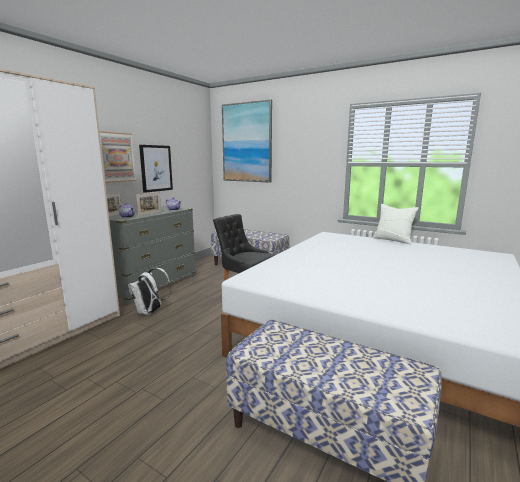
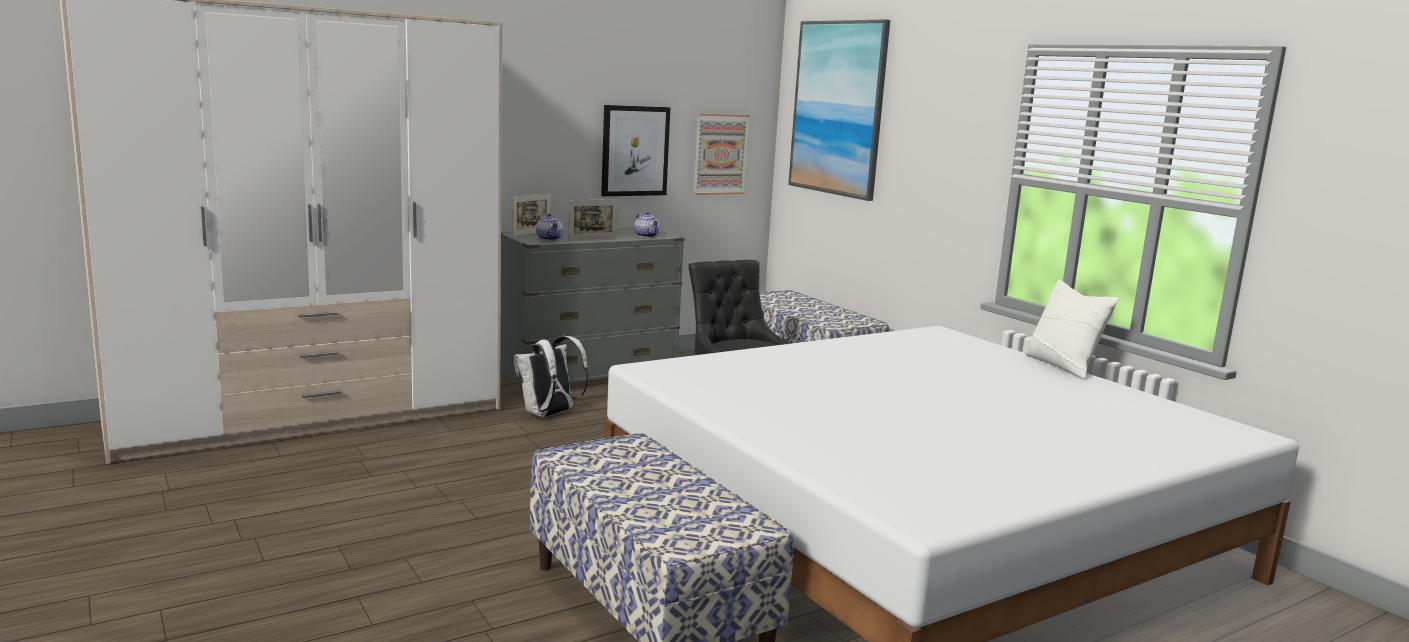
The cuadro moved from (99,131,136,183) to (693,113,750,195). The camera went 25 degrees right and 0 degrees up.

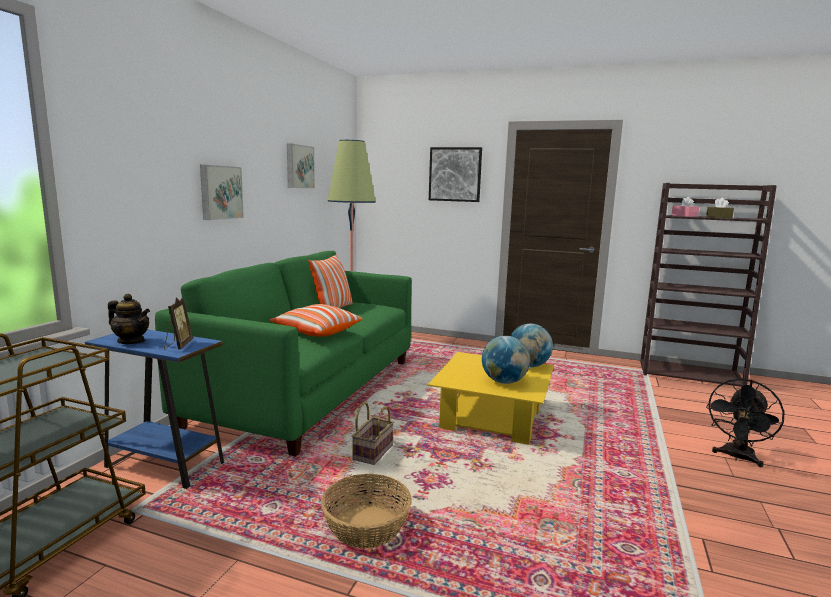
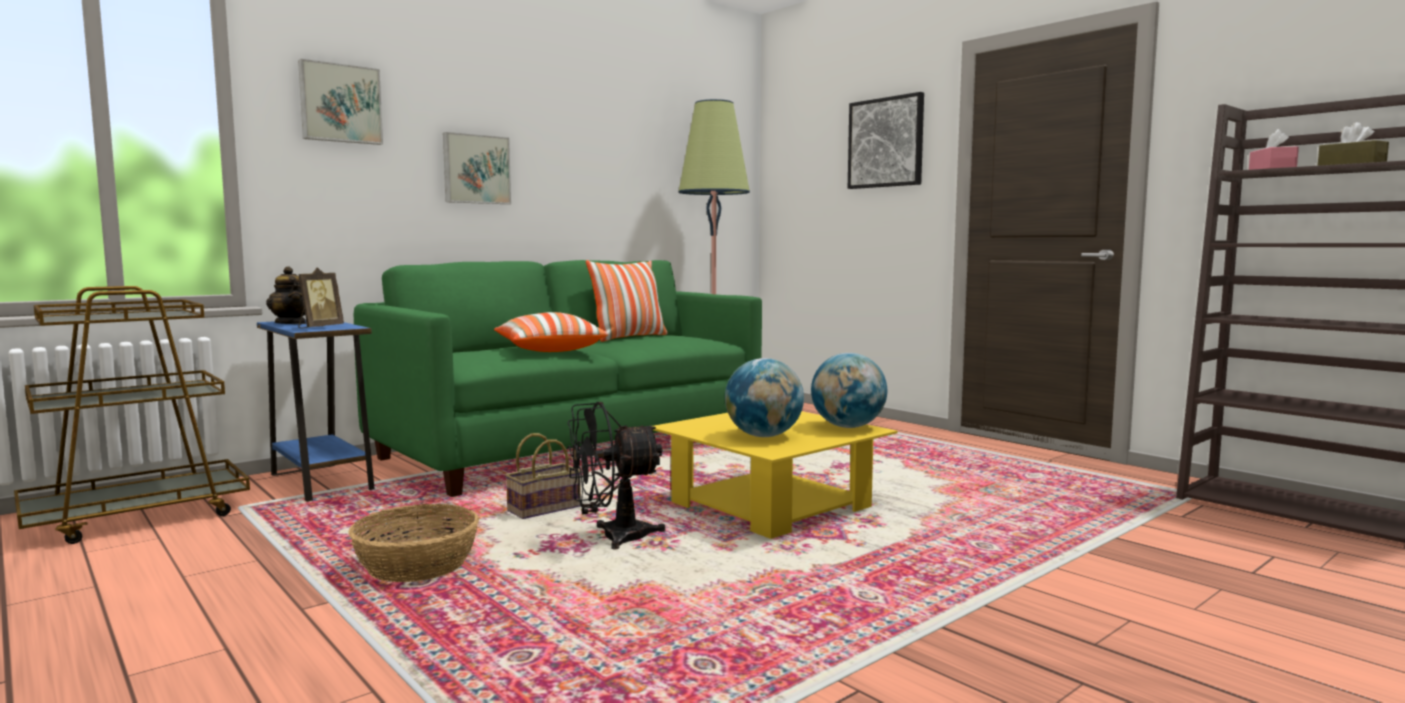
The cuadro moved from (287,144,315,188) to (298,59,383,145). The ventilador (negro) moved from (706,379,785,467) to (567,402,665,549). The camera went 30 degrees right and 5 degrees down.

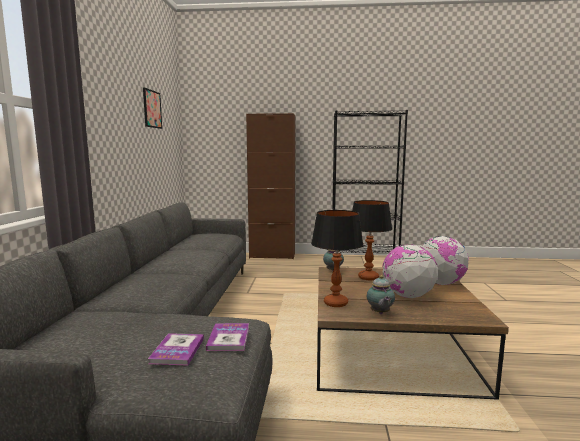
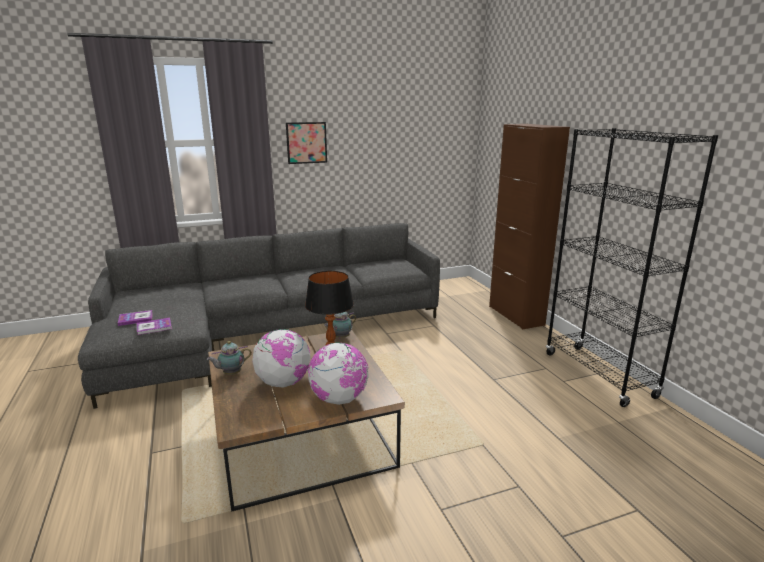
The lámpara de mesa at (311,210,363,307) disappeared. The cuadro moved from (143,87,162,129) to (286,122,327,164). The camera went 65 degrees right and 10 degrees up.

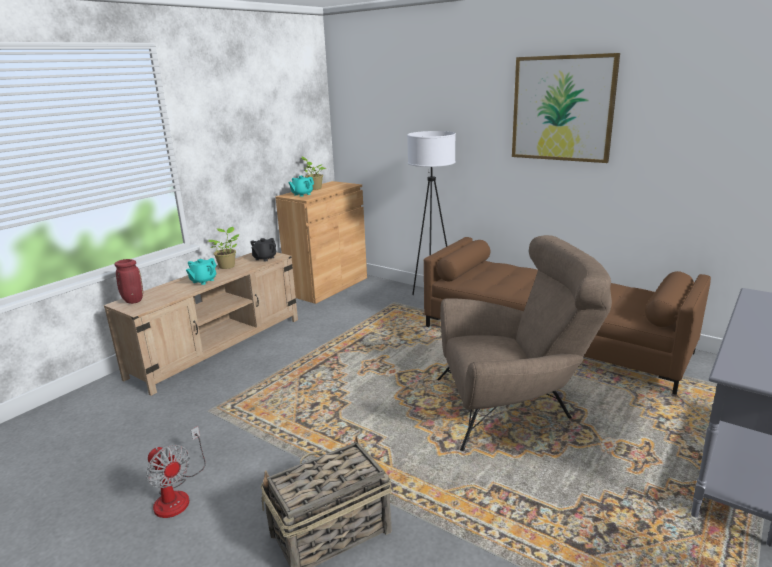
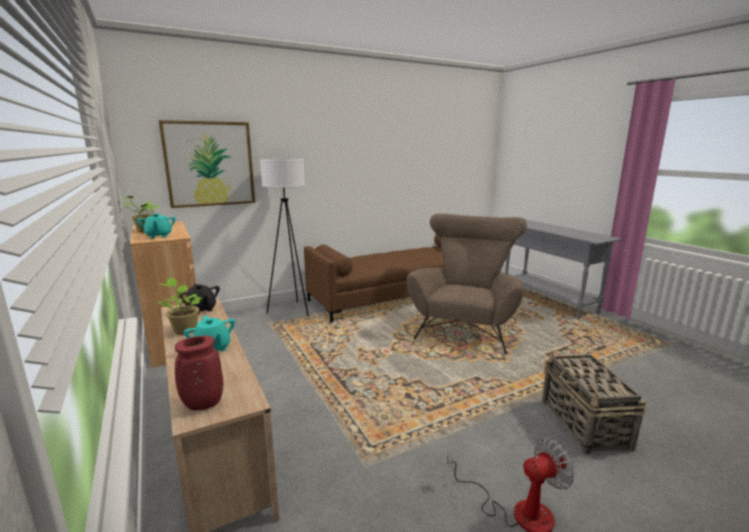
The cuadro moved from (512,53,620,163) to (158,120,255,208). The camera went 65 degrees left and 5 degrees down.

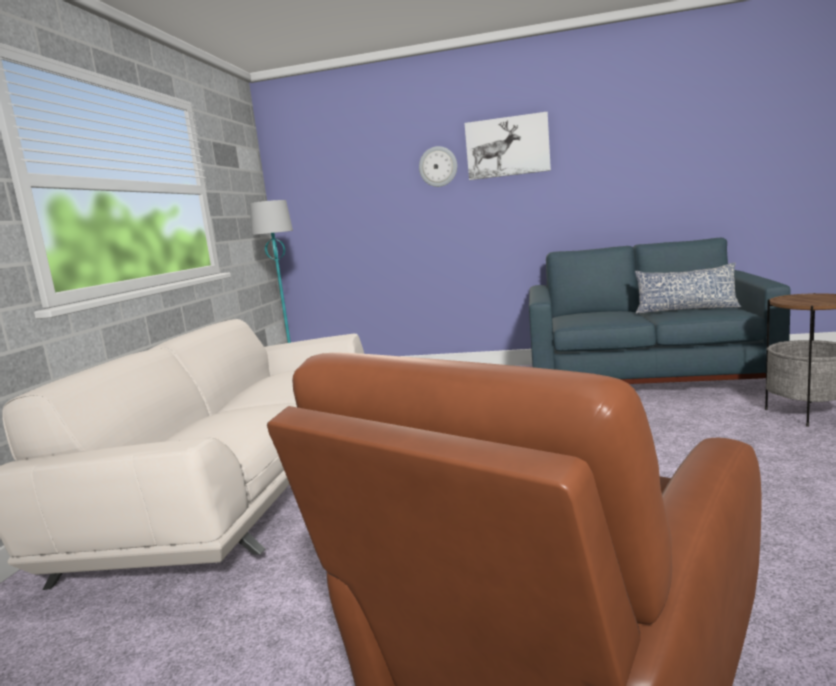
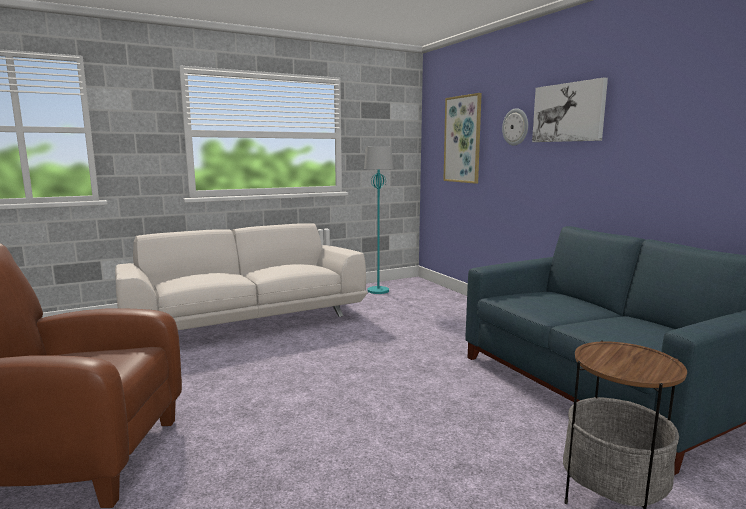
The cojín at (635,262,741,314) disappeared. The cuadro at (443,93,482,184) appeared. The camera went 50 degrees right and 0 degrees up.

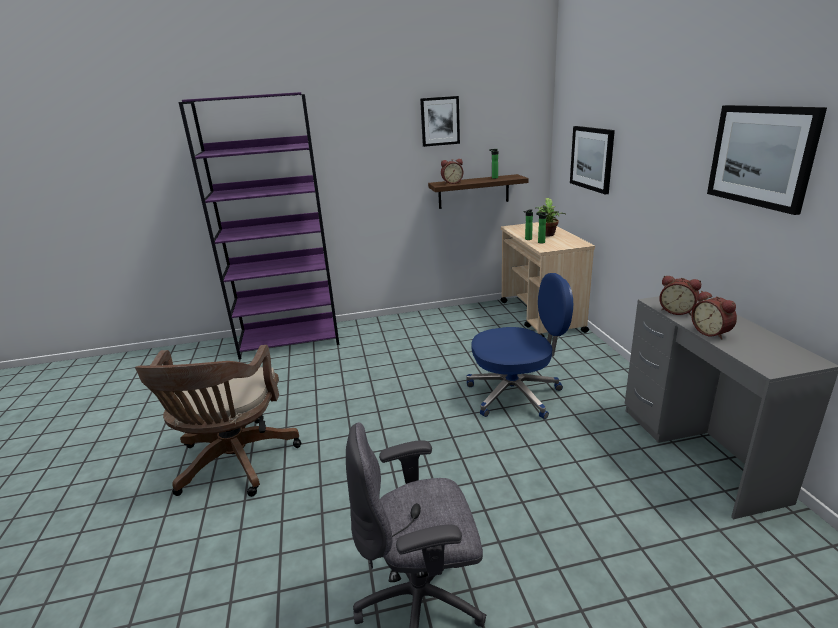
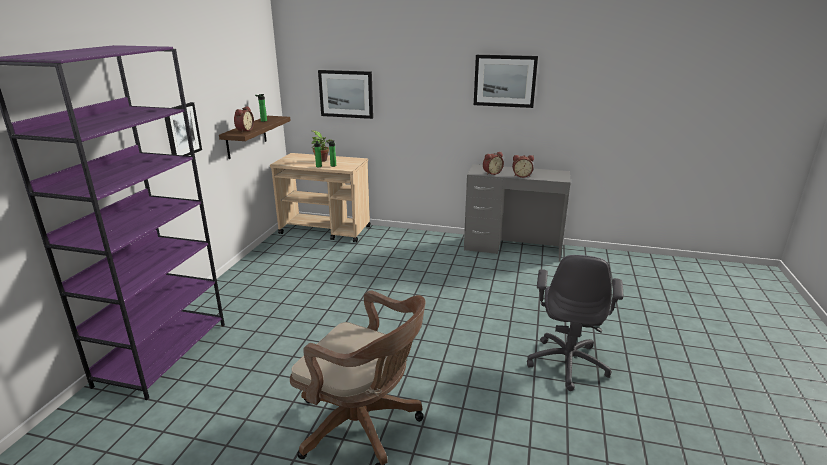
The silla de oficina (azul) at (466,273,573,419) disappeared. The cuadro moved from (420,96,460,147) to (165,102,202,156). The camera went 65 degrees left and 0 degrees up.

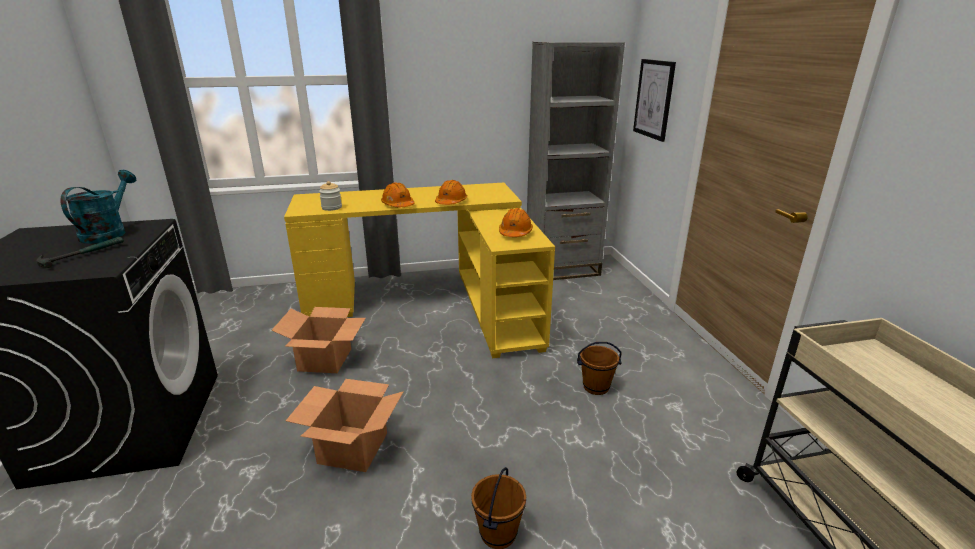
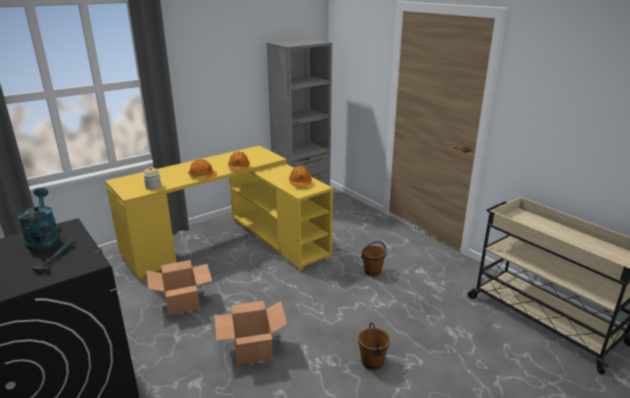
The cuadro at (633,59,676,142) disappeared. The camera went 25 degrees left and 0 degrees up.

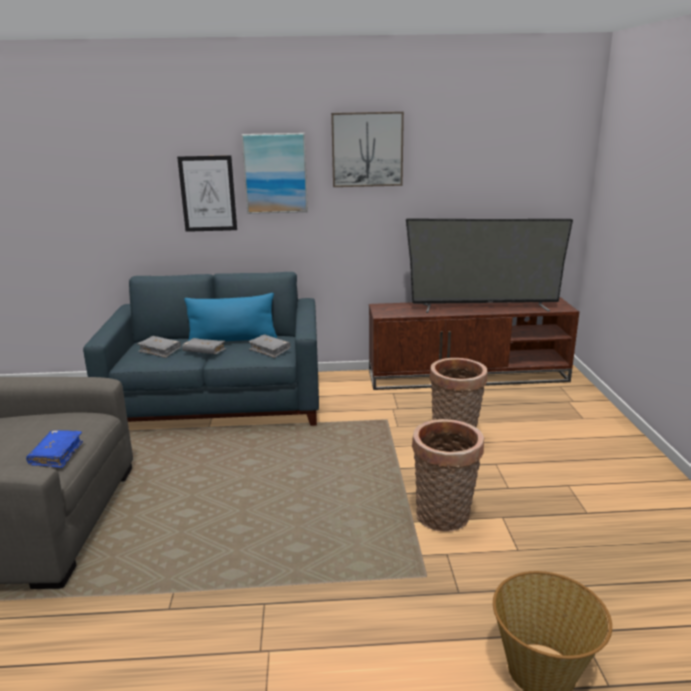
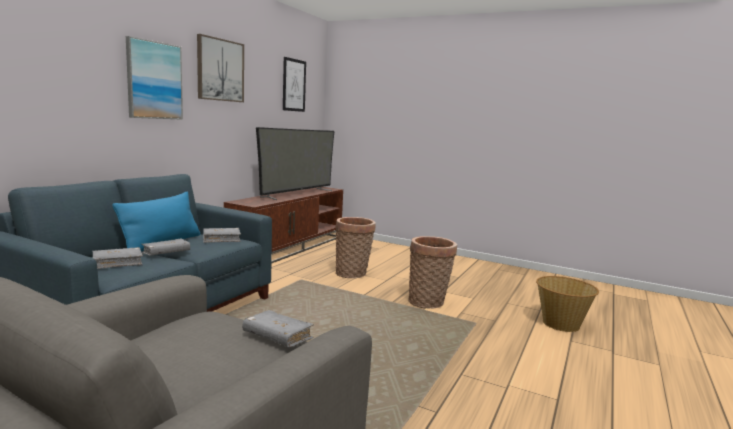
The cuadro moved from (177,155,237,232) to (283,57,306,112). The libro (azul) at (26,430,83,468) became the libro (gris) at (242,310,314,347). The camera went 60 degrees left and 10 degrees down.

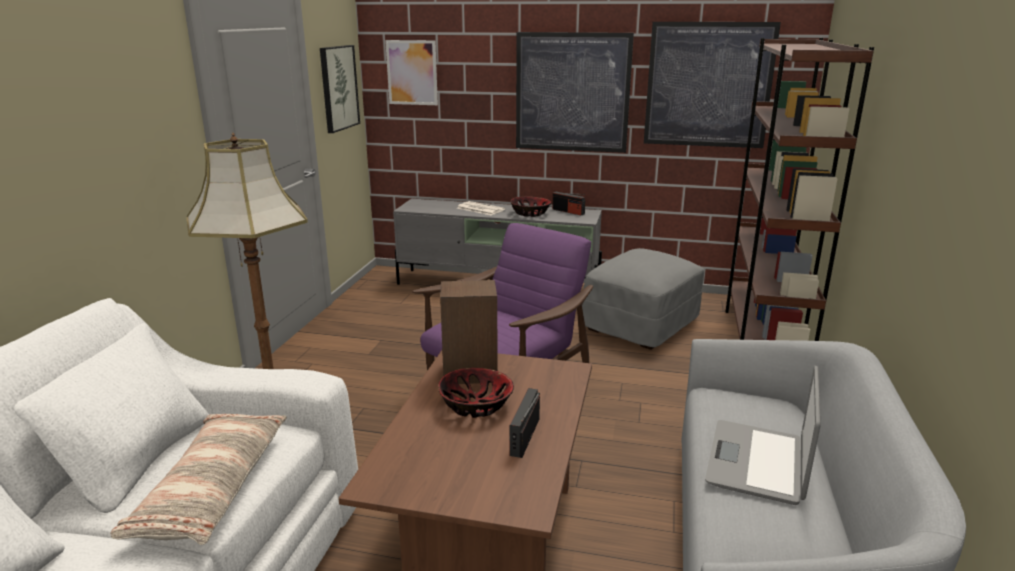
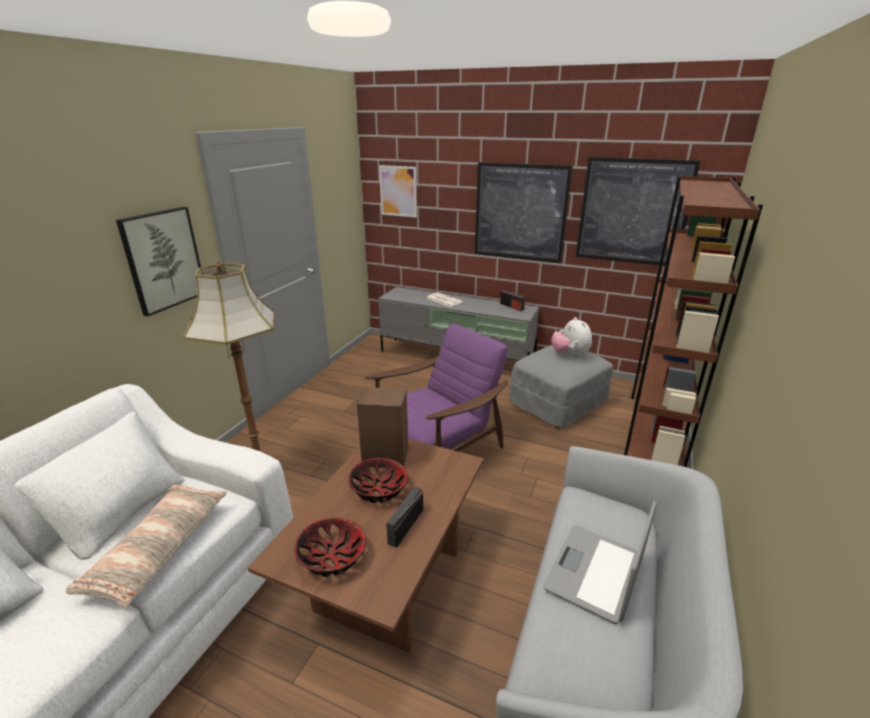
The peluche at (551,317,592,357) appeared. The cuadro moved from (320,45,360,133) to (116,207,201,316). The cuenco moved from (510,197,551,217) to (294,518,366,577). The camera went 10 degrees right and 5 degrees up.

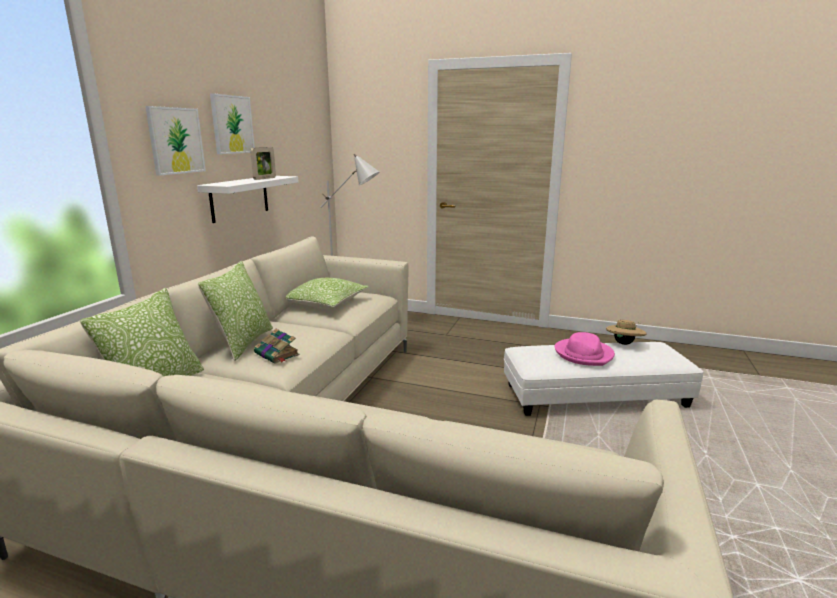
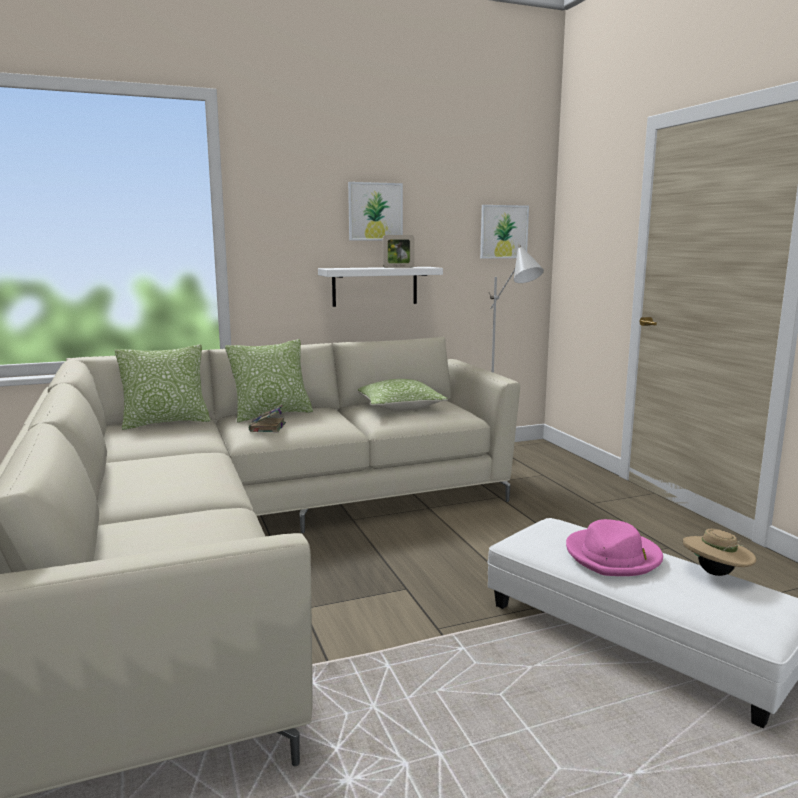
The cuadro moved from (145,106,206,176) to (480,205,529,258). The camera went 50 degrees right and 5 degrees down.

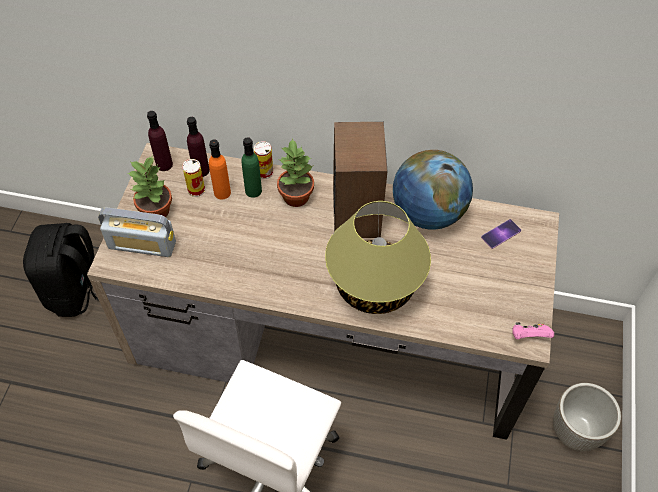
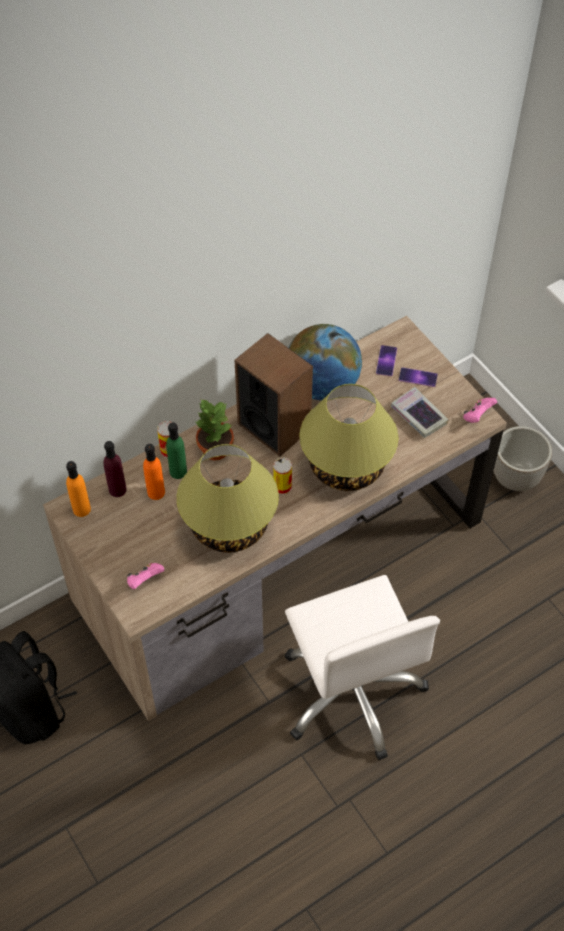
The planta en maceta at (127,156,172,217) disappeared. The lámpara de mesa at (177,444,279,553) appeared. The libro at (391,387,449,438) appeared. The móvil at (399,367,438,387) appeared. The lata moved from (182,159,205,197) to (273,457,292,495). The radio at (98,208,176,257) was replaced by the mando de consola (rosa) at (127,563,164,589). The botella (morado) at (147,111,173,171) became the botella (naranja) at (66,461,91,517). The camera went 45 degrees left and 0 degrees up.

